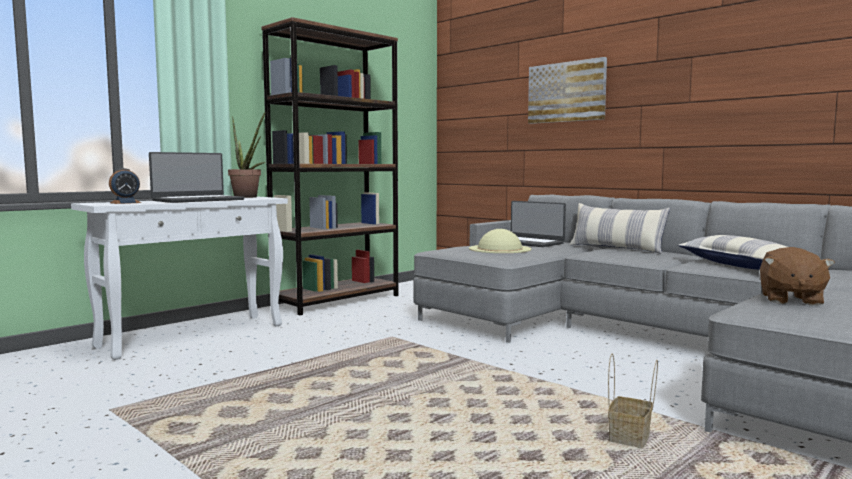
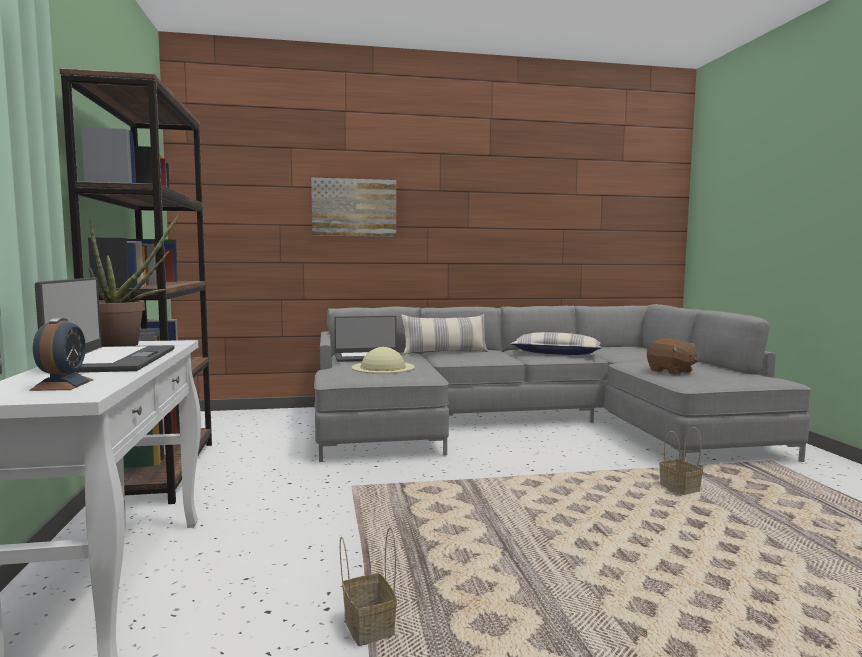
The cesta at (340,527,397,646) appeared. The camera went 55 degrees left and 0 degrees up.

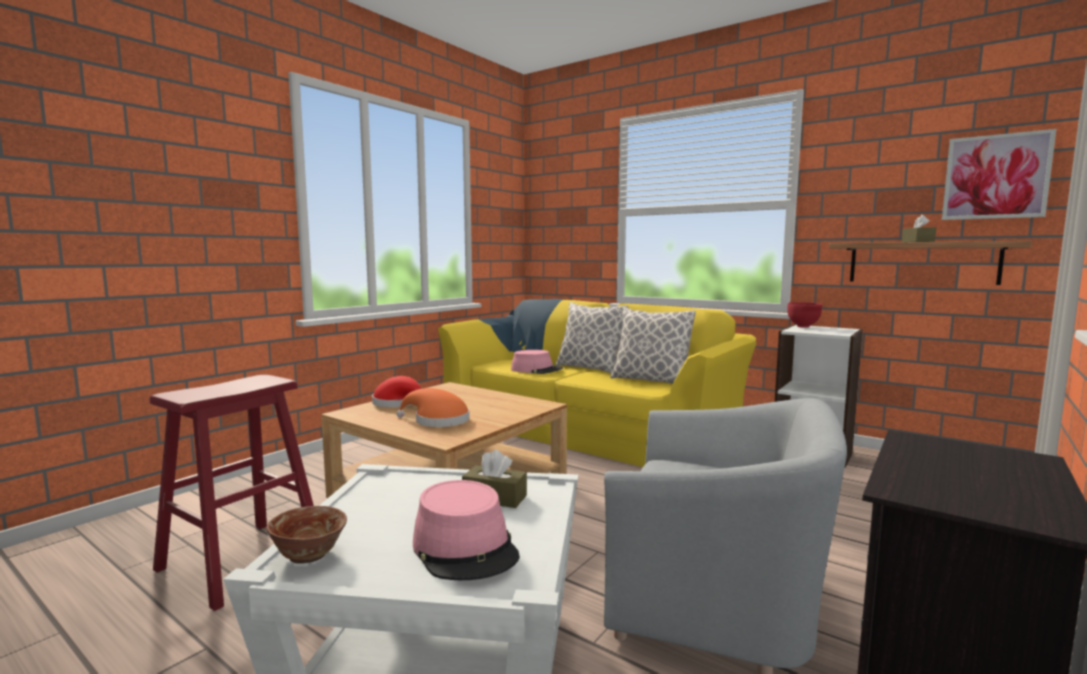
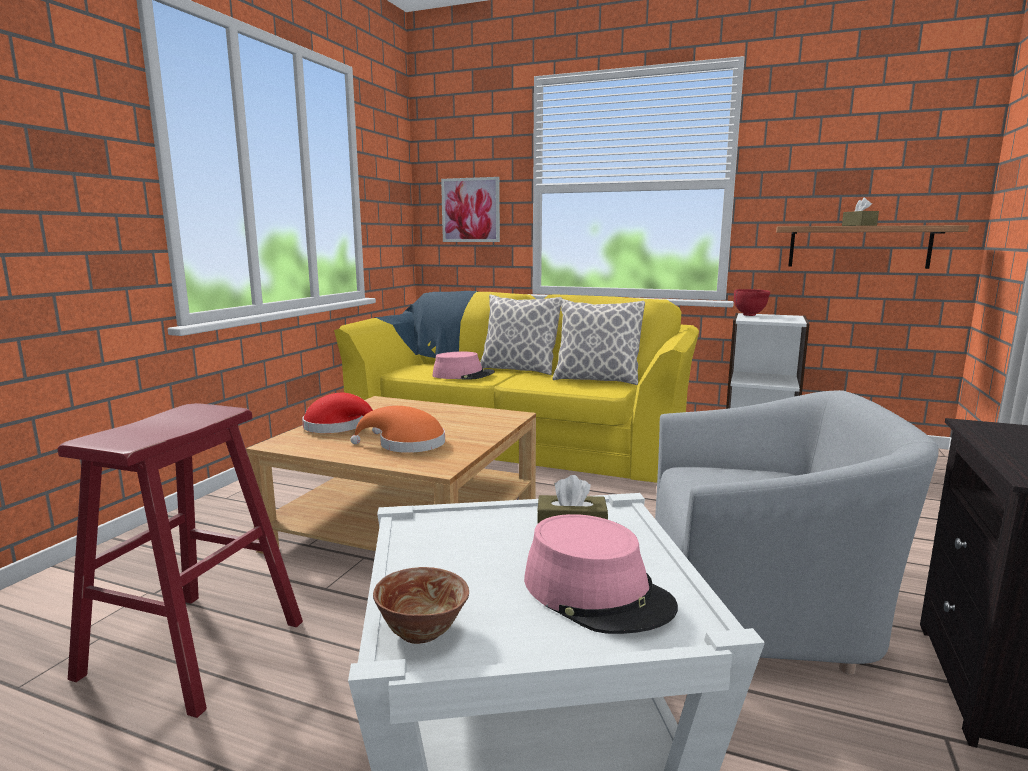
The cuadro moved from (942,129,1056,220) to (441,177,500,242). The camera went 15 degrees left and 5 degrees up.

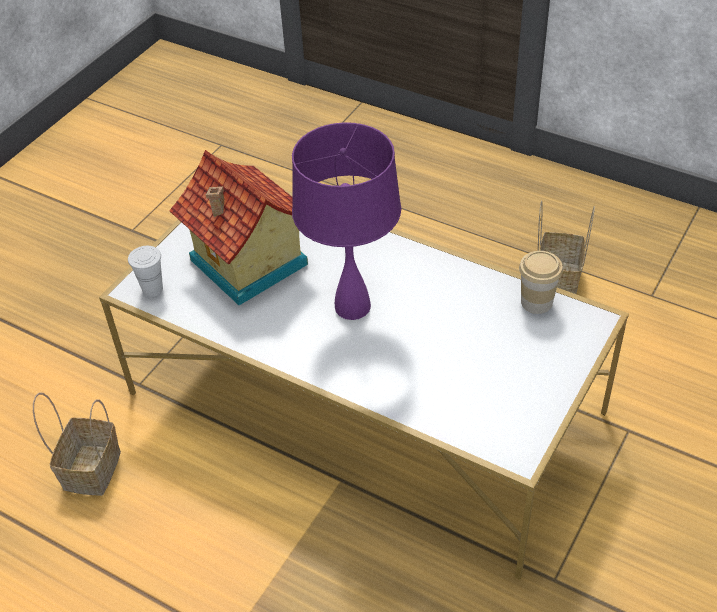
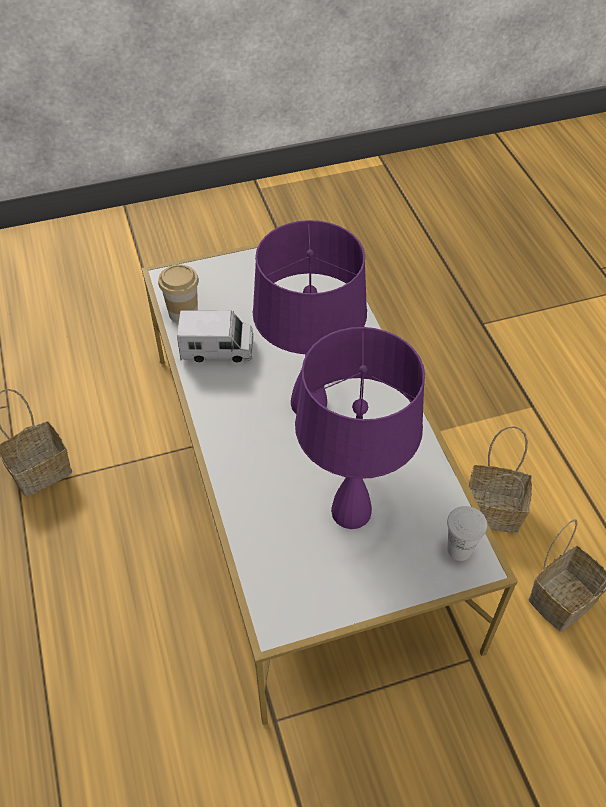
The camión de juguete at (177,310,254,363) appeared. The cesta at (469,426,532,533) appeared. The casita at (169,150,308,305) was replaced by the lámpara de mesa (morado) at (295,327,425,529). The camera went 140 degrees left and 5 degrees up.

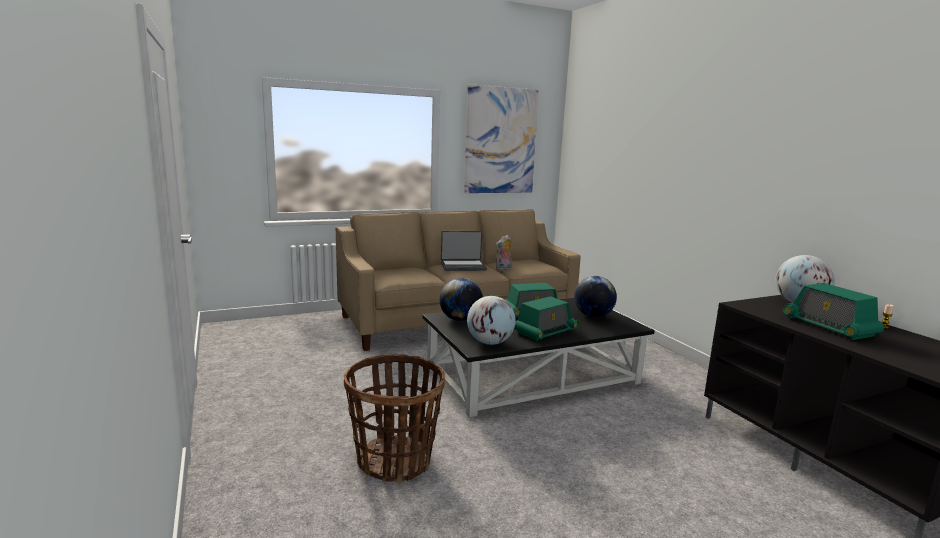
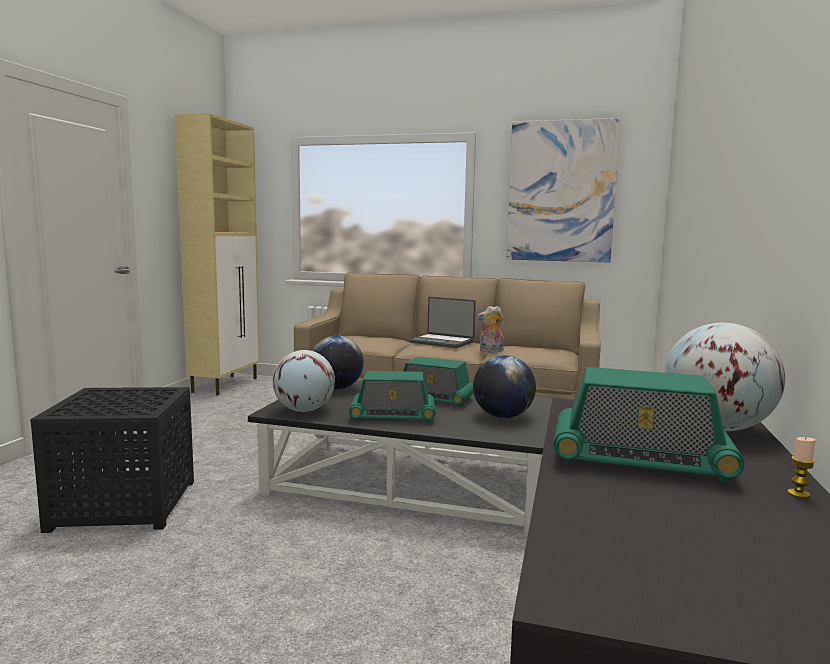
The armario (beis) at (175,113,260,395) appeared. The cesta at (344,353,445,483) was replaced by the mesa auxiliar (negro) at (30,387,194,533). The radio at (782,283,884,340) turned 90 degrees counterclockwise. The camera went 40 degrees right and 5 degrees down.

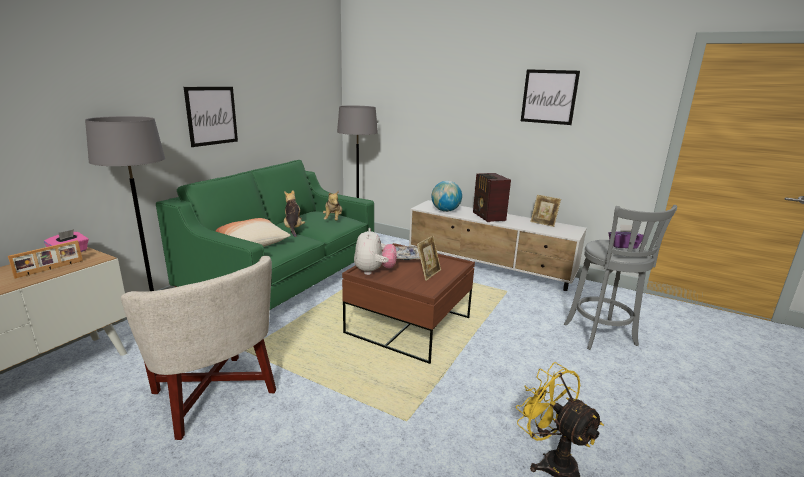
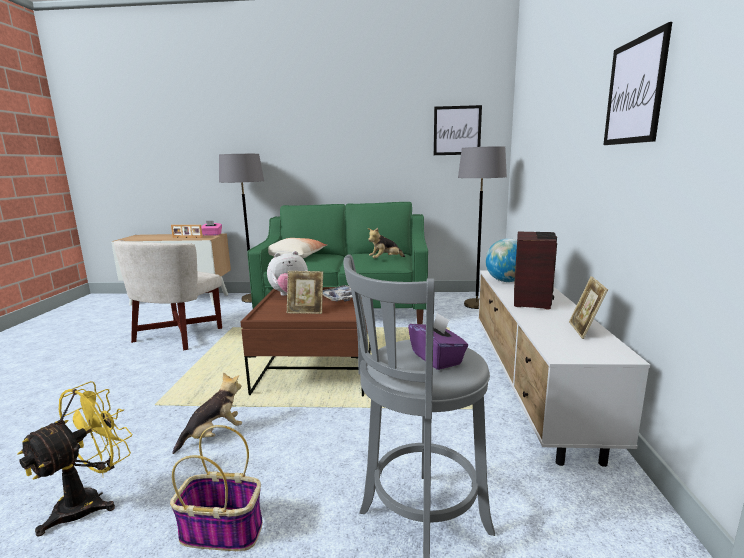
The cesta at (170,425,263,551) appeared. The cuadro moved from (184,87,238,147) to (434,105,482,155). The peluche moved from (284,190,305,237) to (172,372,242,454). The radio at (473,173,511,222) turned 150 degrees clockwise. The camera went 65 degrees right and 5 degrees down.

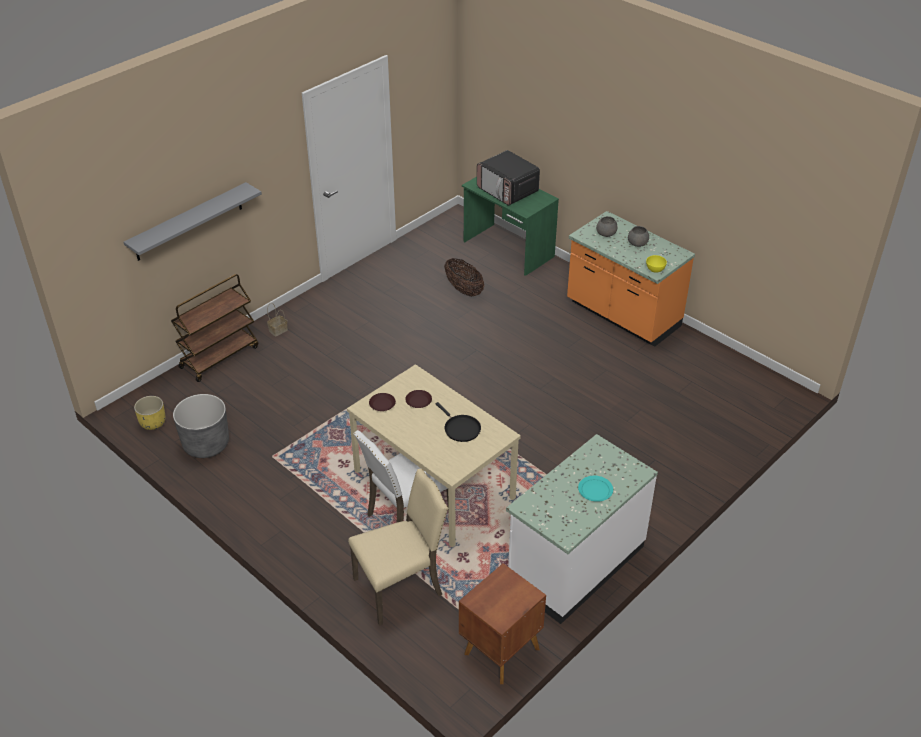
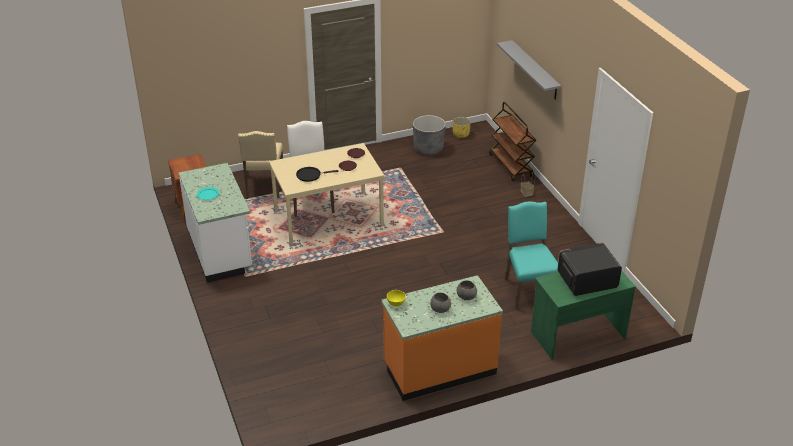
The cesta at (444,258,484,297) was replaced by the silla (turquesa) at (505,201,558,310). The camera went 115 degrees right and 5 degrees down.

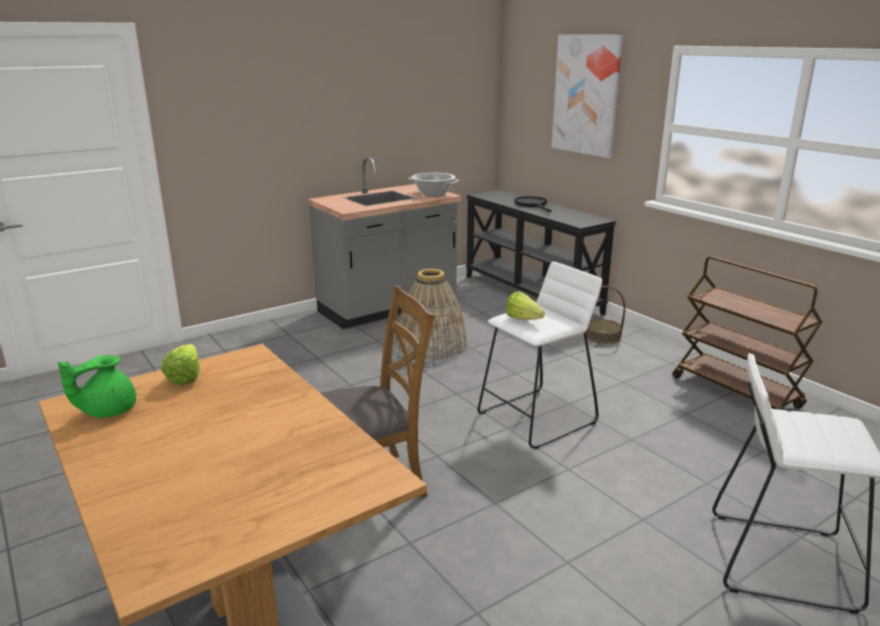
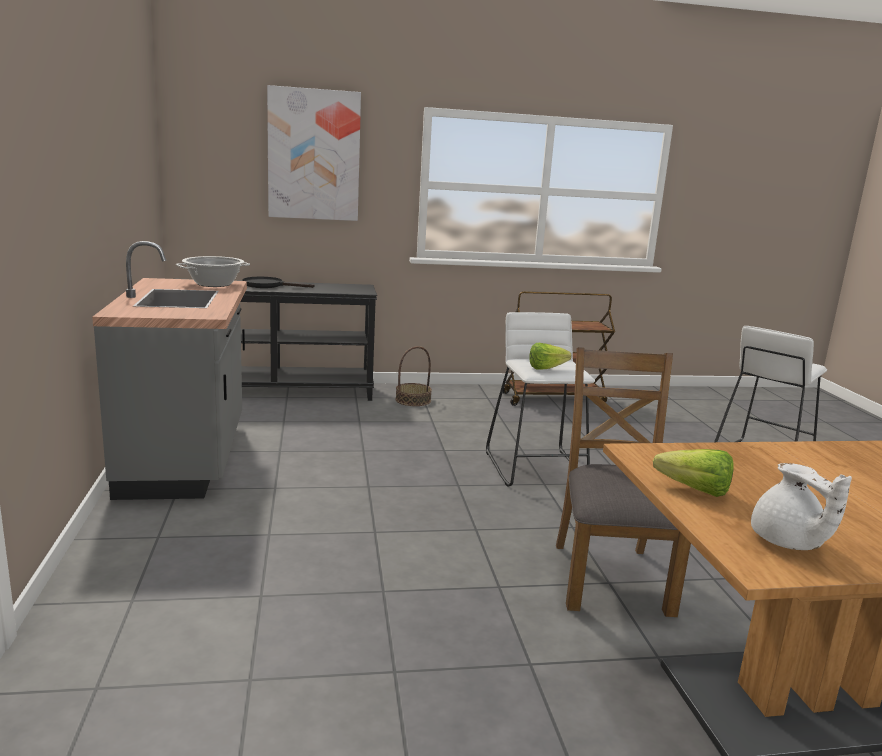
The cesta at (396,269,467,361) disappeared. The tetera (verde) at (58,355,136,418) became the tetera (blanco) at (751,463,852,550). The camera went 65 degrees left and 5 degrees down.

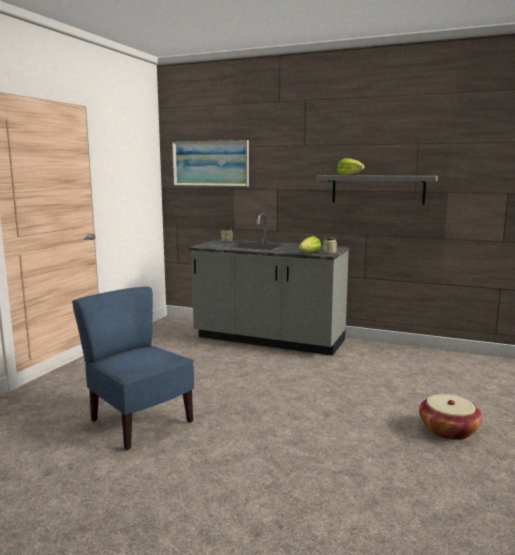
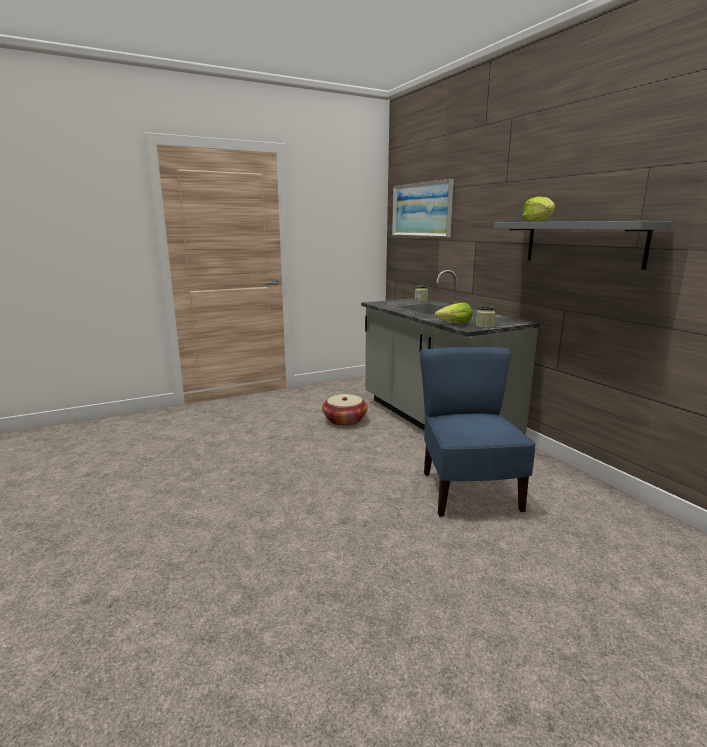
The silla (azul) moved from (72,287,194,450) to (420,347,536,517). The cesta moved from (419,394,482,440) to (322,394,368,426). The camera went 40 degrees right and 5 degrees up.

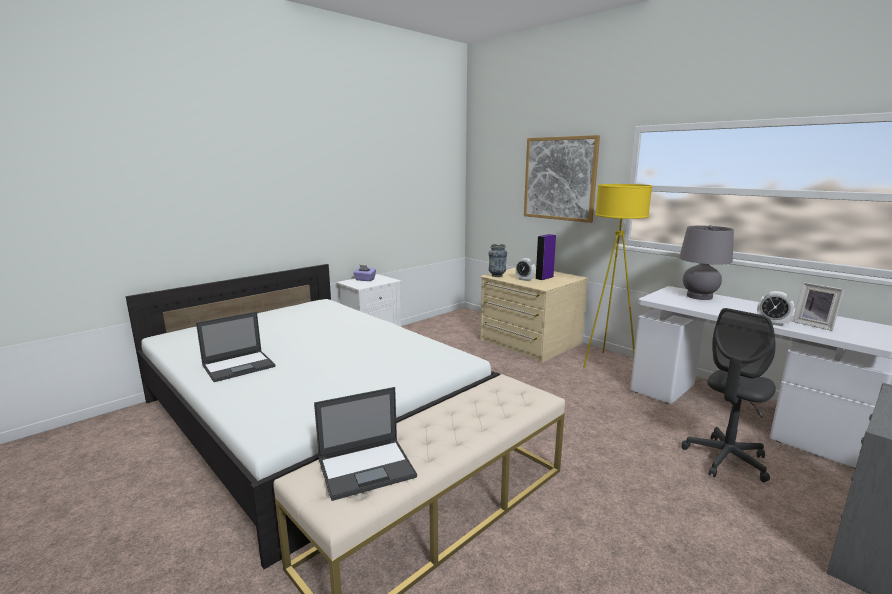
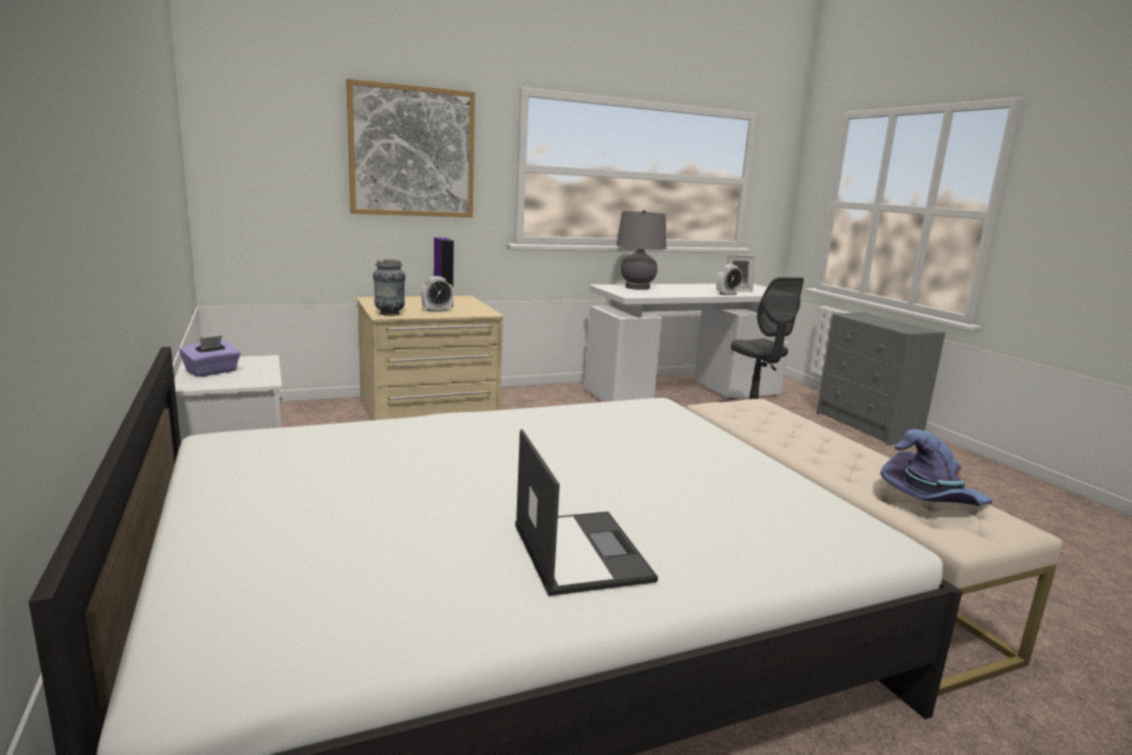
The lámpara de pie (amarillo) at (583,184,652,369) disappeared. The portátil at (314,387,417,501) was replaced by the sombrero (morado) at (880,429,993,506). The camera went 70 degrees left and 0 degrees up.

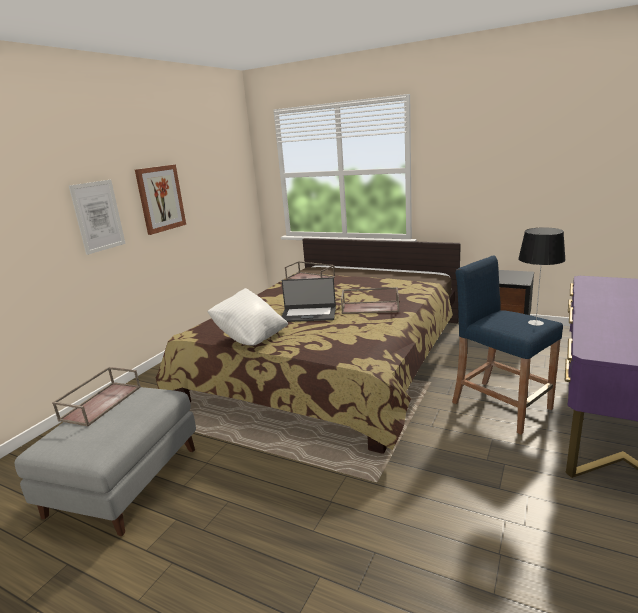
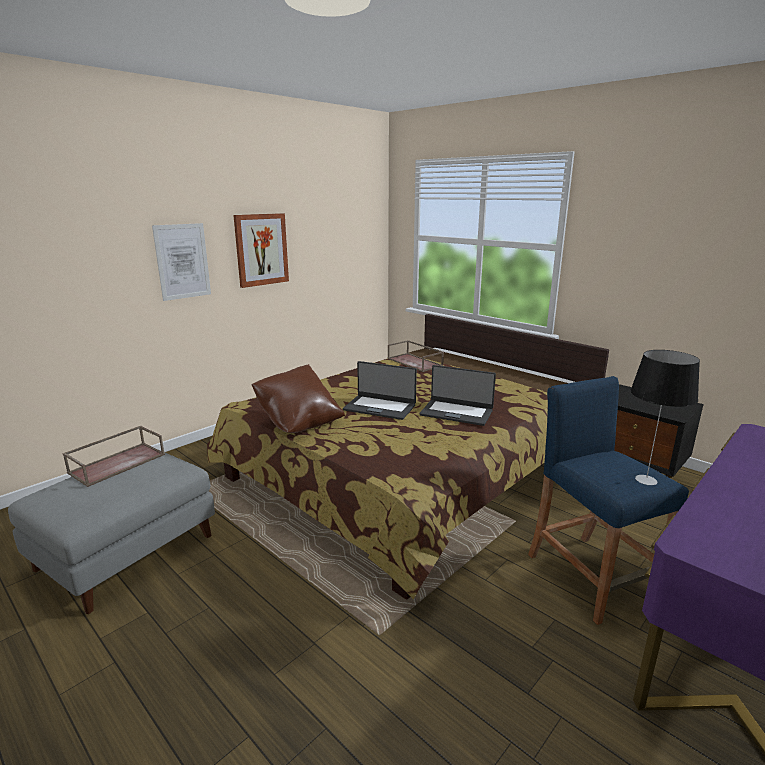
The bandeja (marrón) at (341,287,399,314) was replaced by the portátil at (420,365,496,426). The cojín (blanco) at (207,288,288,346) became the cojín (marrón) at (252,364,345,433). The camera went 15 degrees right and 0 degrees up.

